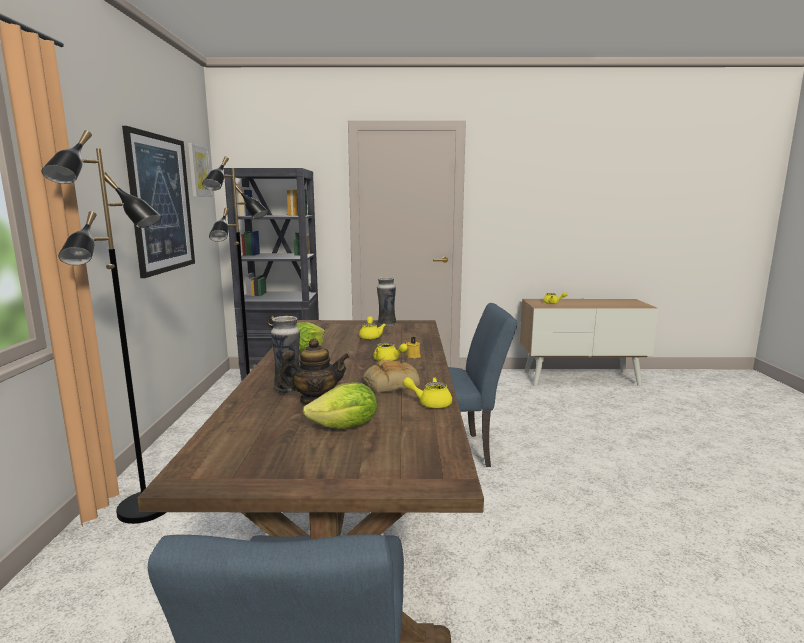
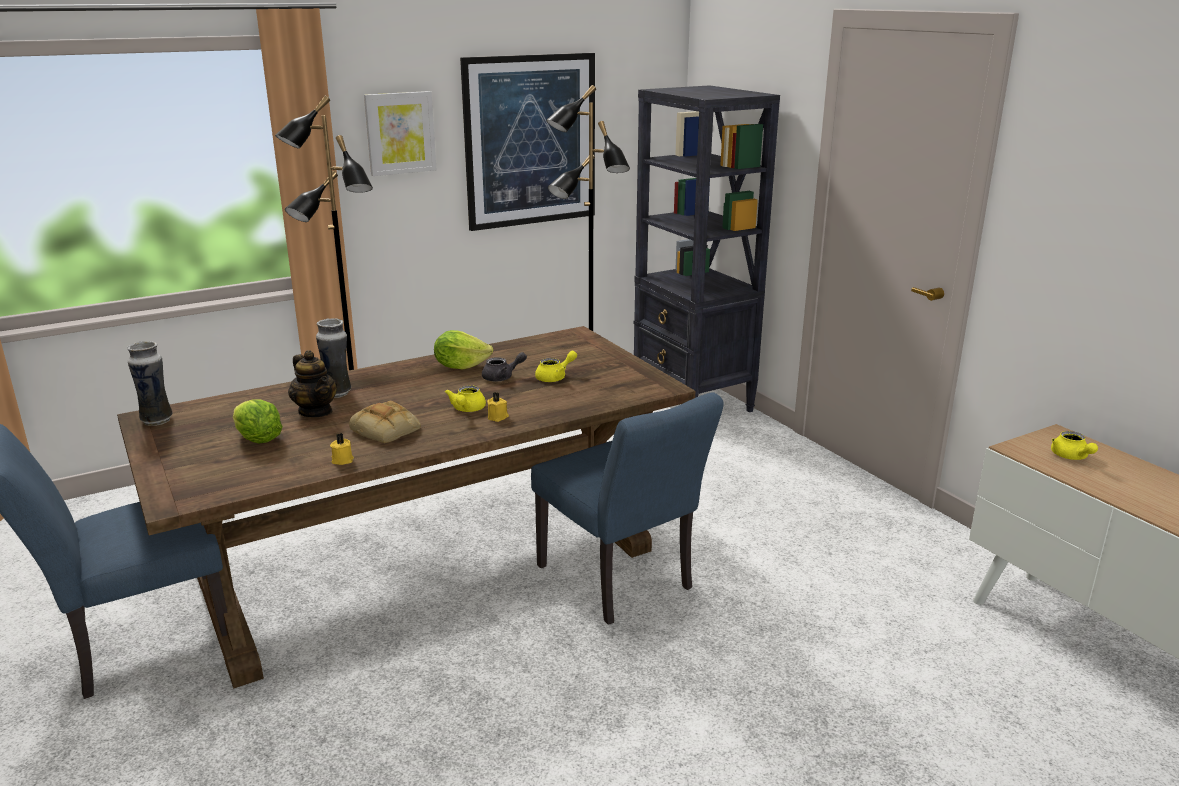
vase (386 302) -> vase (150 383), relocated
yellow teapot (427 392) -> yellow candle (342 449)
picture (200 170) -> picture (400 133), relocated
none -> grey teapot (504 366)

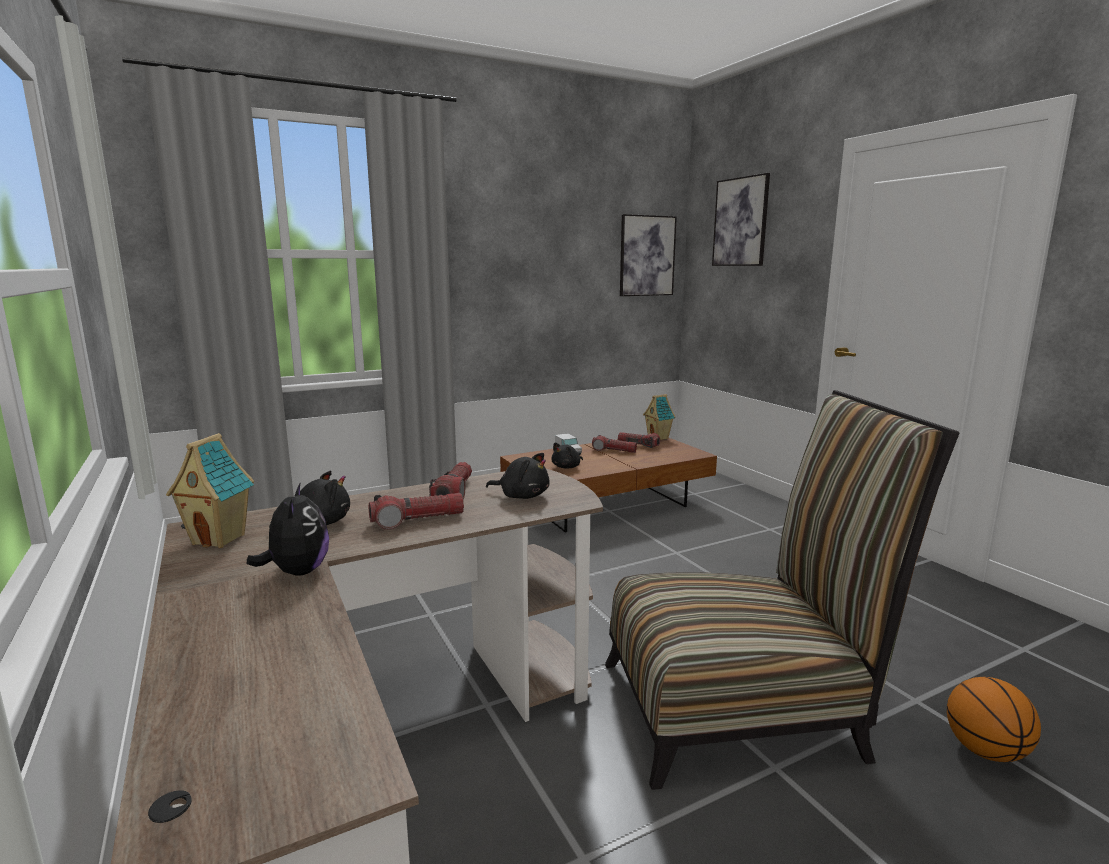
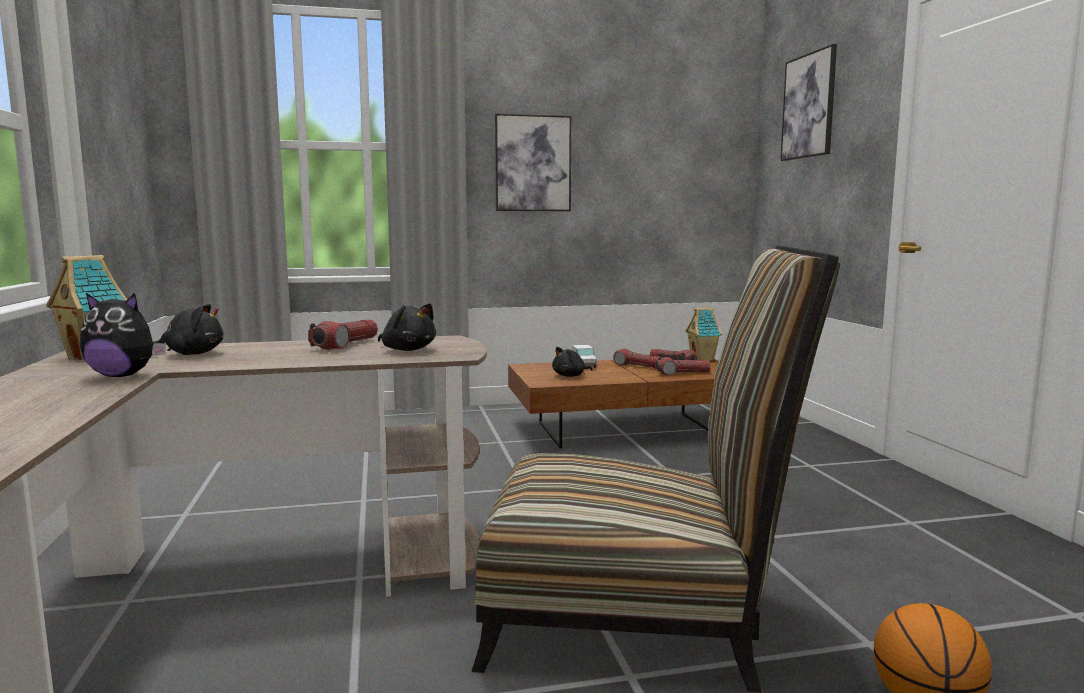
plush toy (288 530) -> plush toy (123 335), 90 degrees clockwise
picture (648 255) -> picture (533 162), relocated
flashlight (416 511) -> flashlight (683 366), relocated

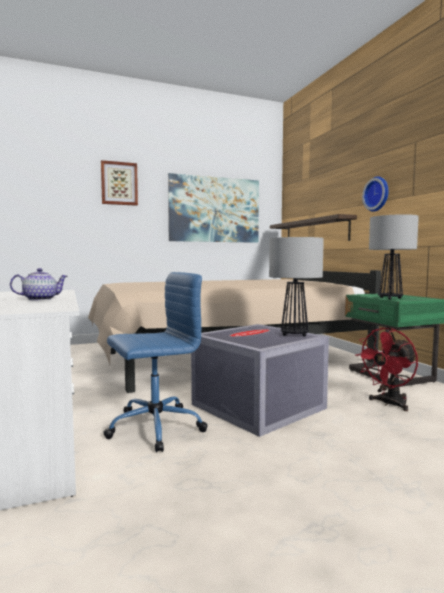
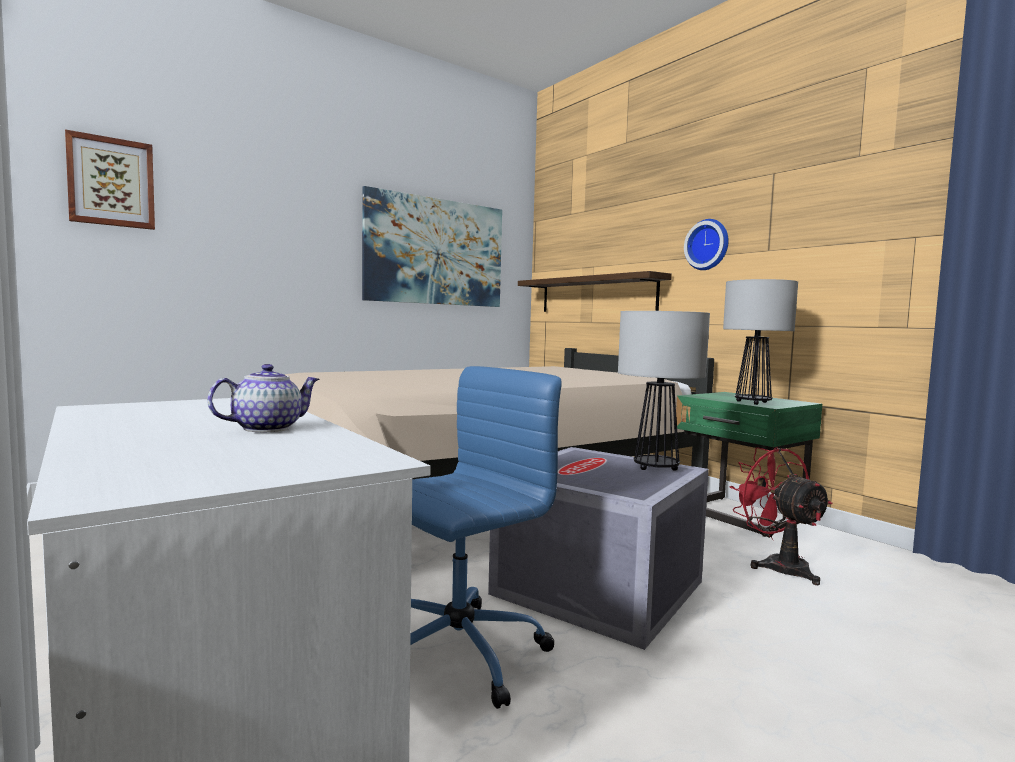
picture (119 183) -> picture (110 179), relocated
red fan (386 369) -> red fan (781 516), 120 degrees clockwise

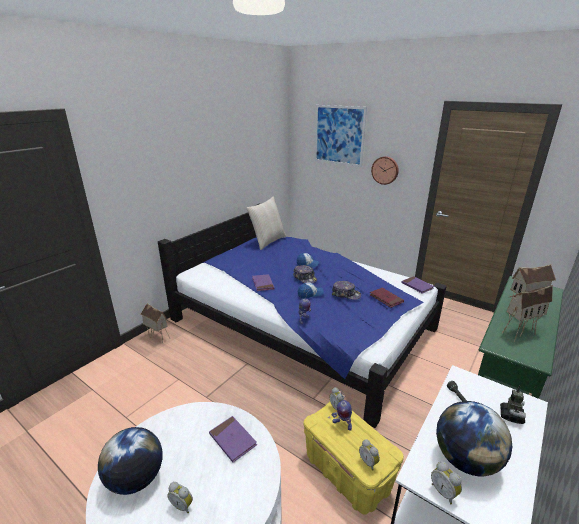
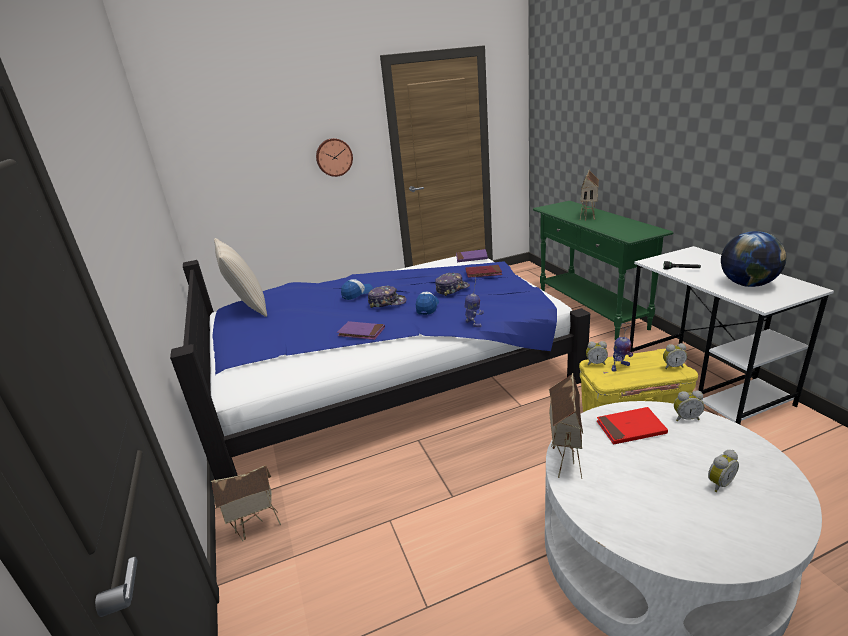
toy house (527 313) -> toy house (566 426), relocated
purple book (233 439) -> red book (632 426)
alarm clock (446 482) -> alarm clock (689 405), relocated
globe (130 461) -> none
picture (341 136) -> none
toy robot (513 405) -> none

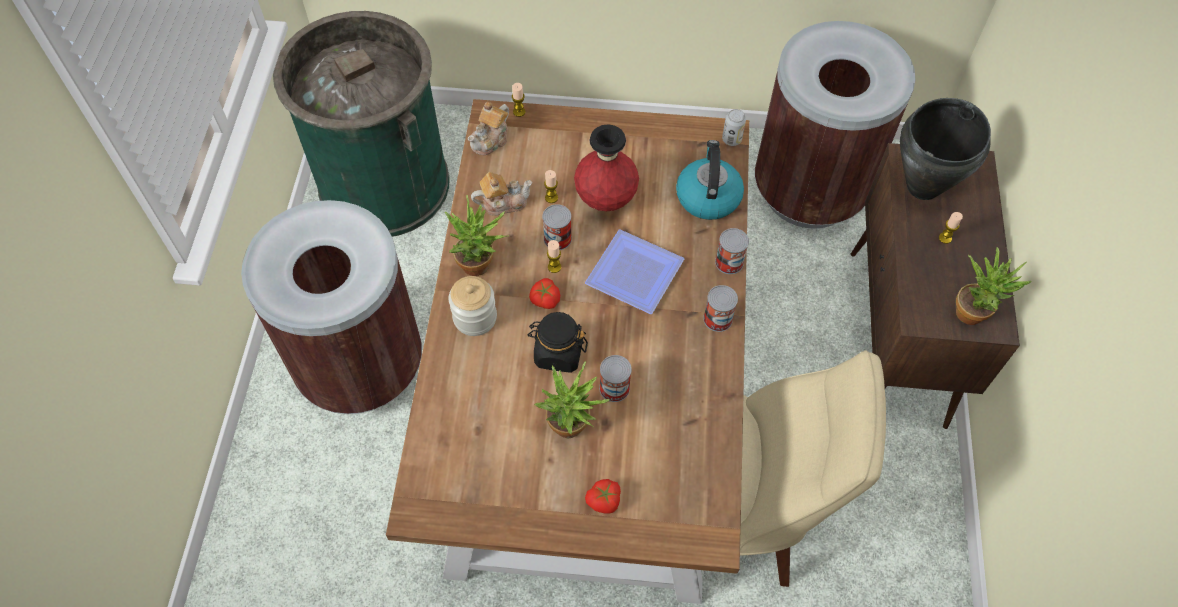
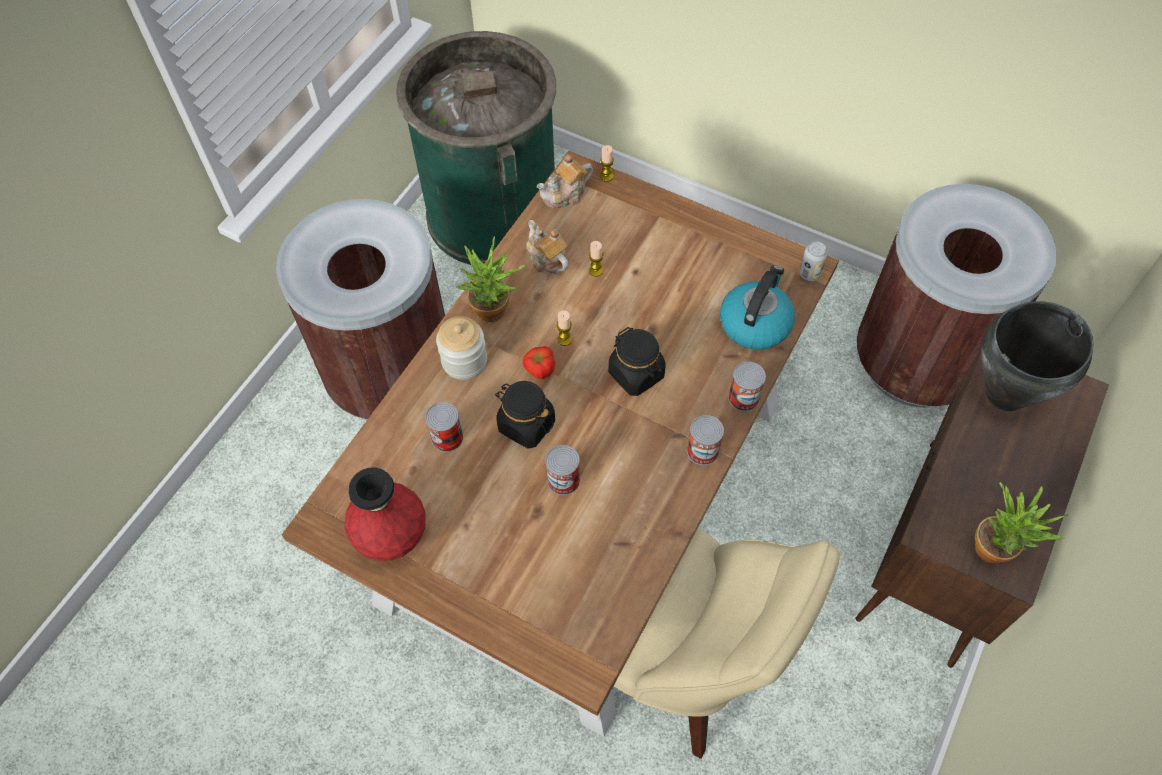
red vase (606 167) -> red vase (385 514), relocated
can (557 227) -> can (444 427), relocated
teapot (502 194) -> teapot (547 247), 135 degrees counterclockwise
plate (634 271) -> black jar (637 361)
potted plant (572 399) -> none
tomato (603 496) -> none
candle (951 228) -> none

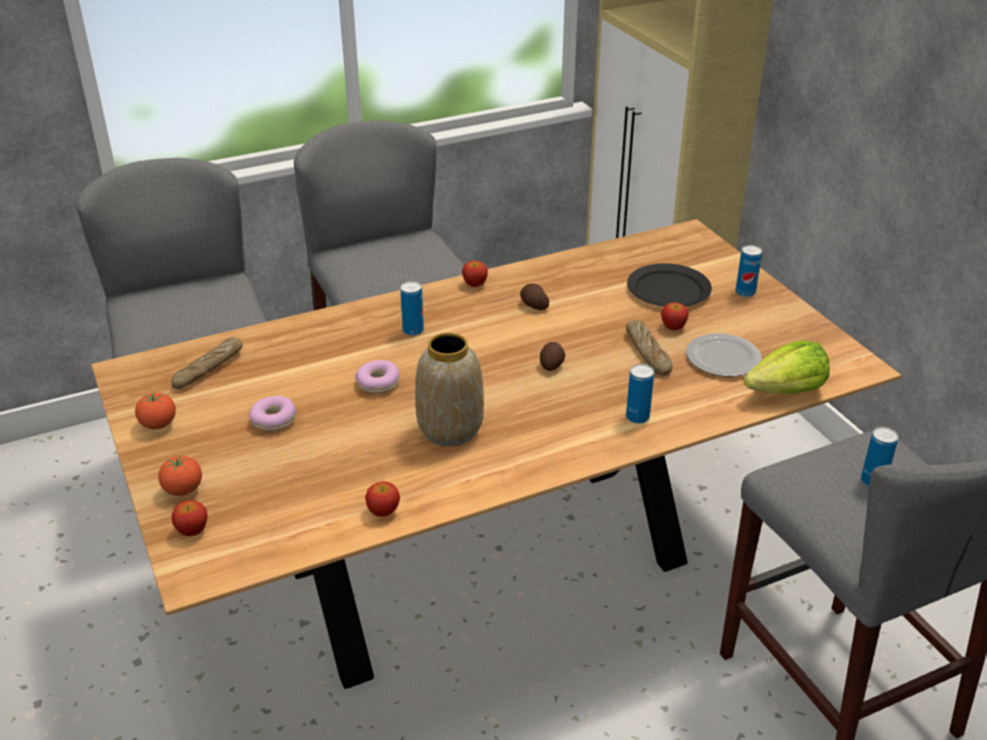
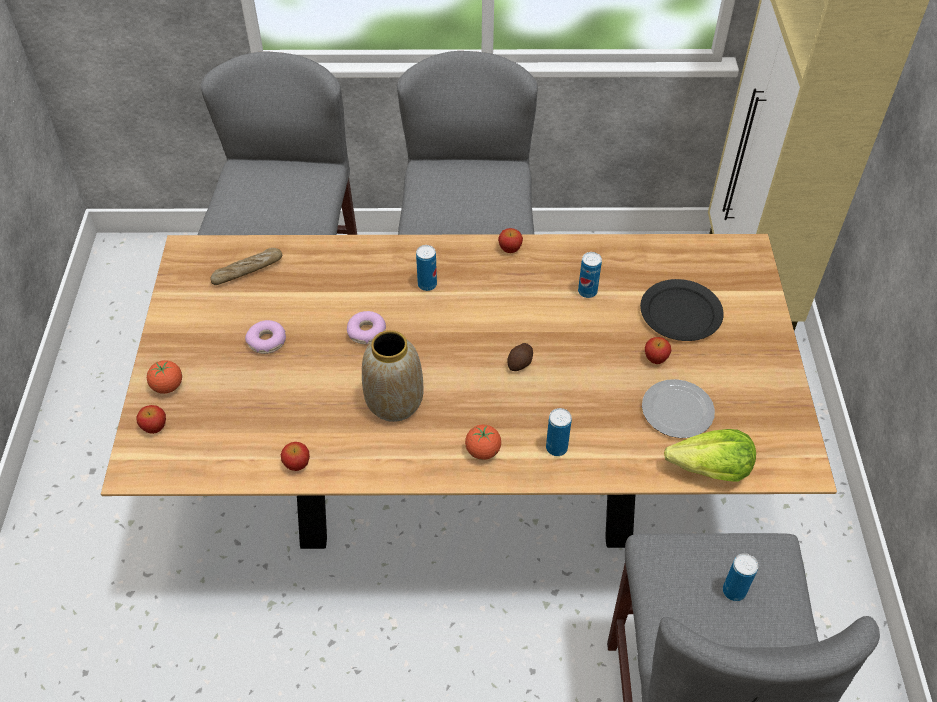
tomato (155 410) -> tomato (483 442), relocated
can (748 271) -> can (590 275), relocated
potato (534 297) -> none
bread (649 348) -> none

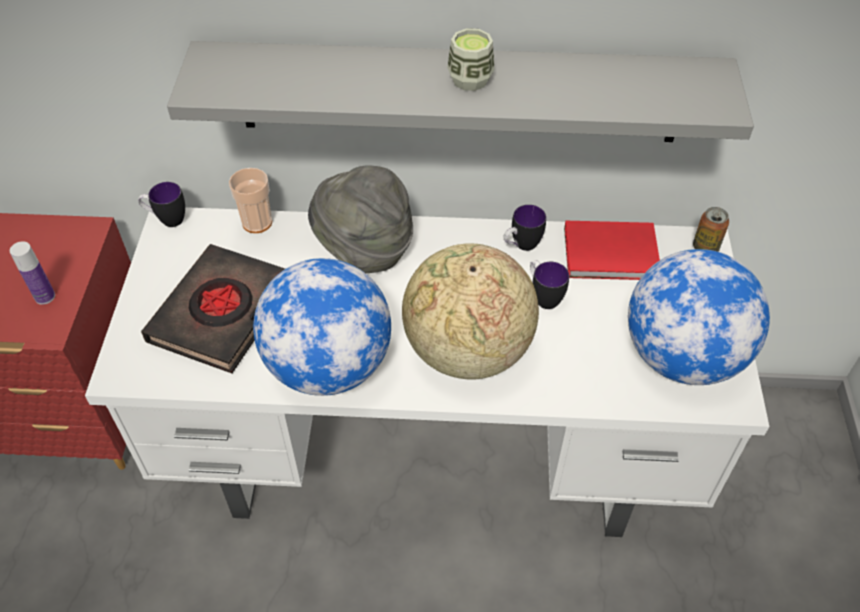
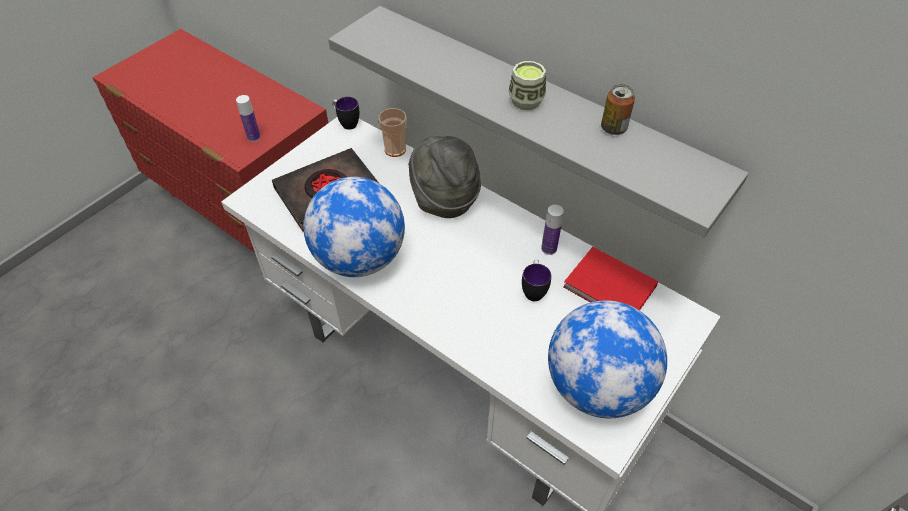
mug (524 228) -> bottle (552 230)
can (711 229) -> can (618 109), relocated
globe (470 311) -> none

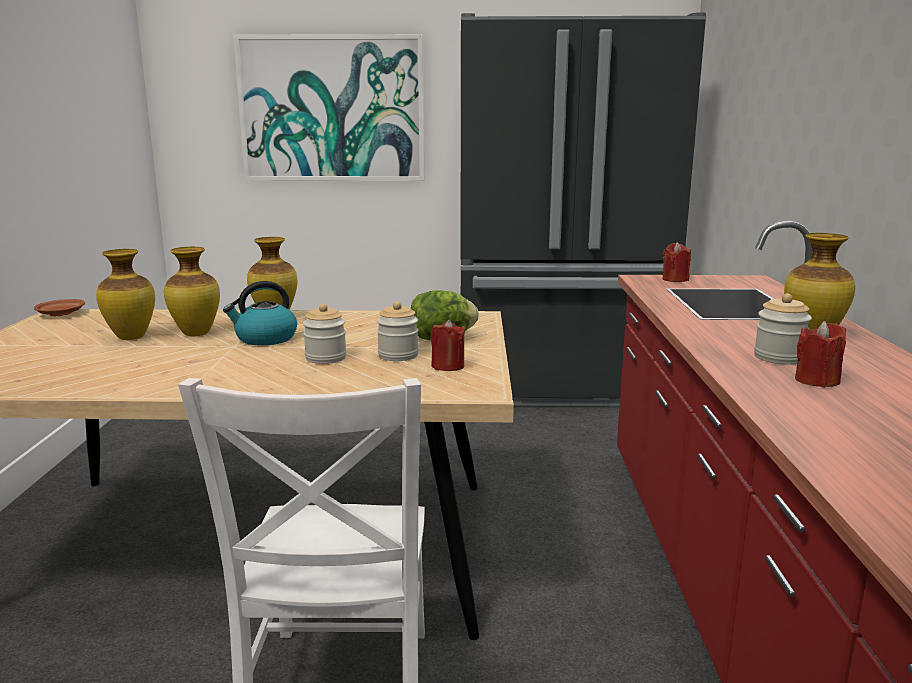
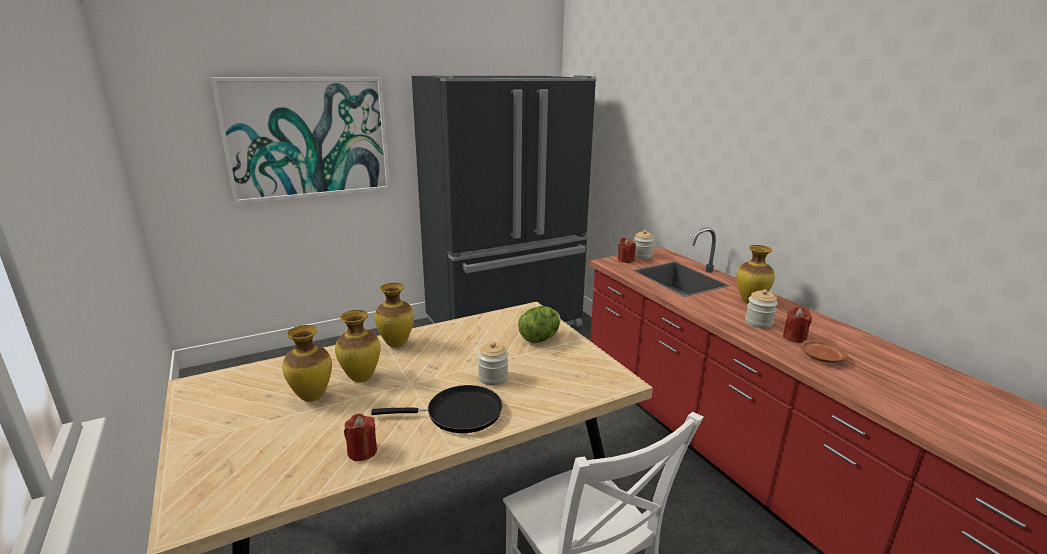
red candle (448 345) -> red candle (360 437), relocated
none -> black frying pan (437 409)
jar (398 331) -> jar (644 244), relocated
brown plate (59 307) -> brown plate (824 351), relocated
kettle (260 313) -> none

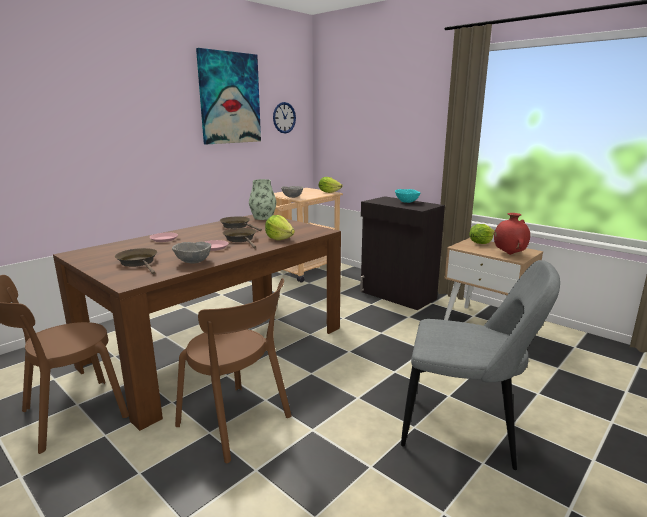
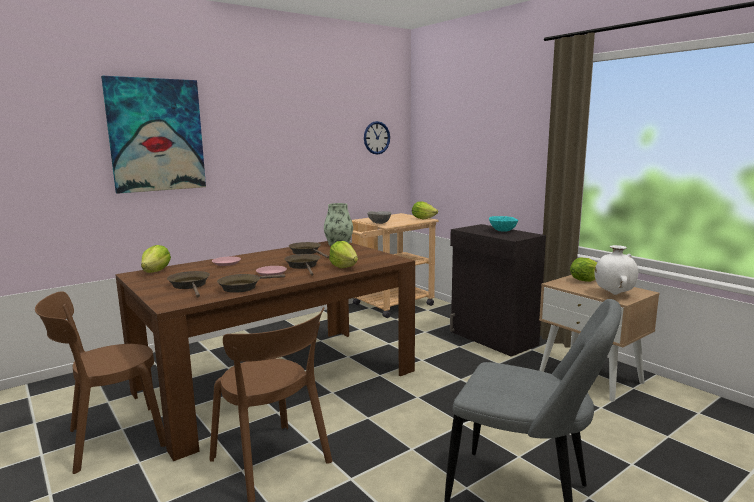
picture (228 96) -> picture (153 135), relocated
none -> lettuce (156 259)
grey bowl (191 253) -> brown frying pan (251 283)
red vase (512 234) -> white vase (616 270)

